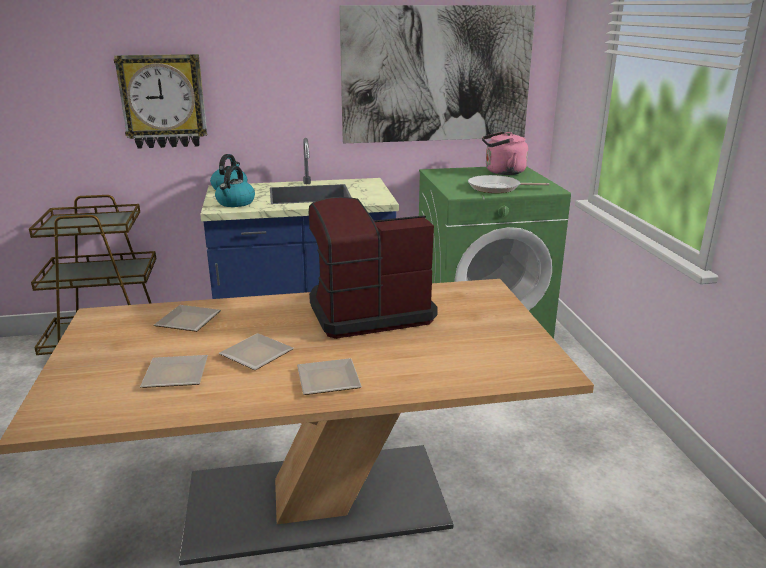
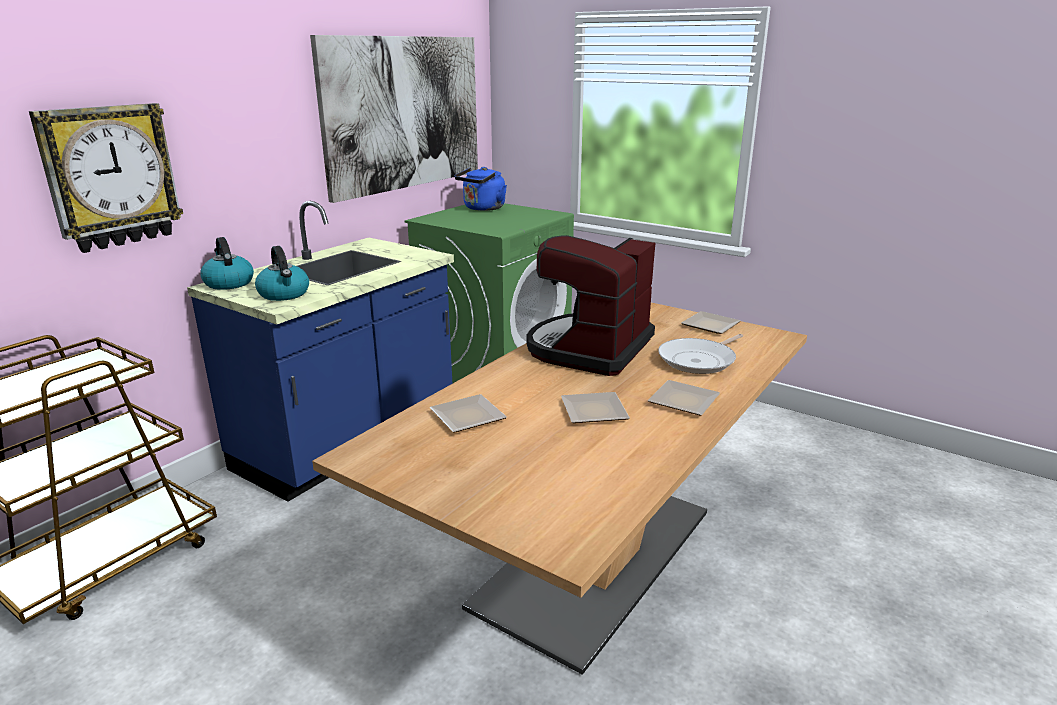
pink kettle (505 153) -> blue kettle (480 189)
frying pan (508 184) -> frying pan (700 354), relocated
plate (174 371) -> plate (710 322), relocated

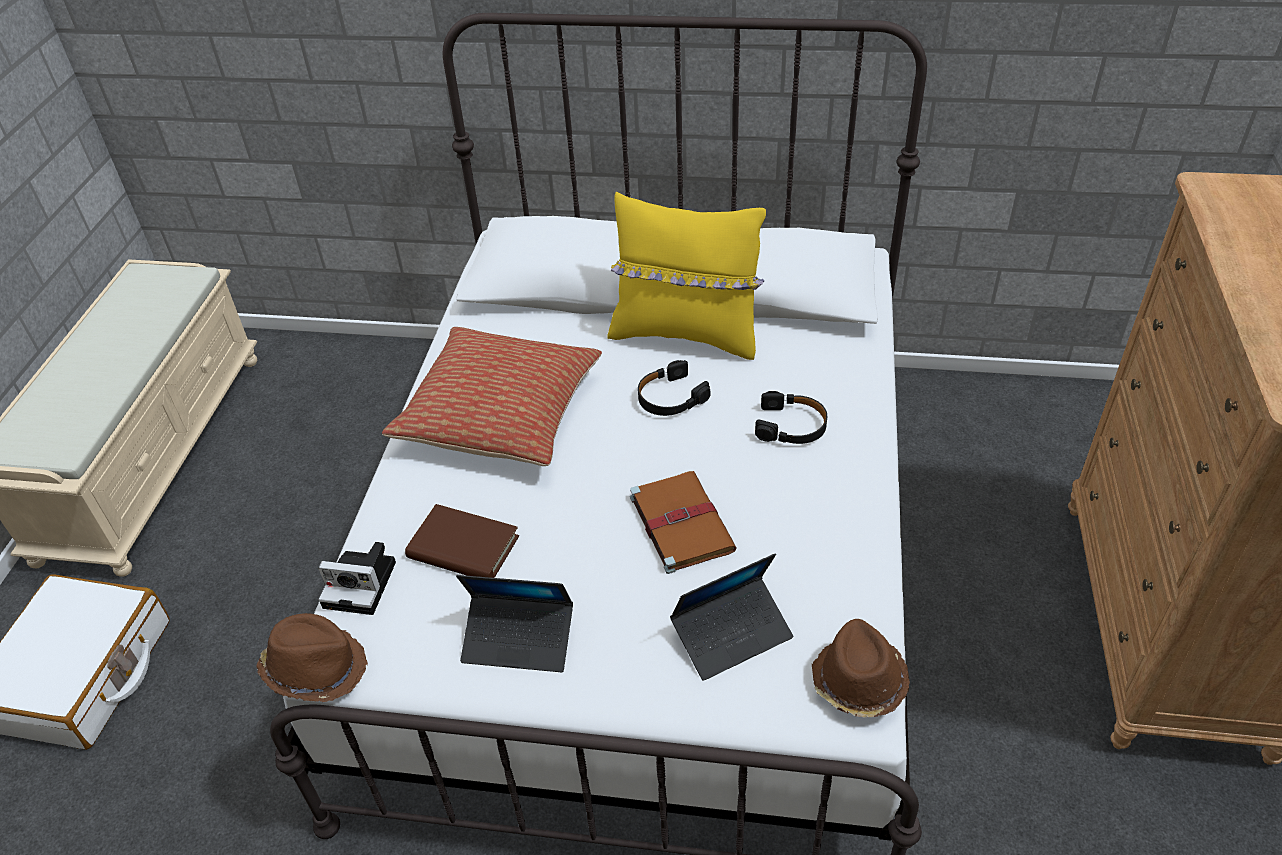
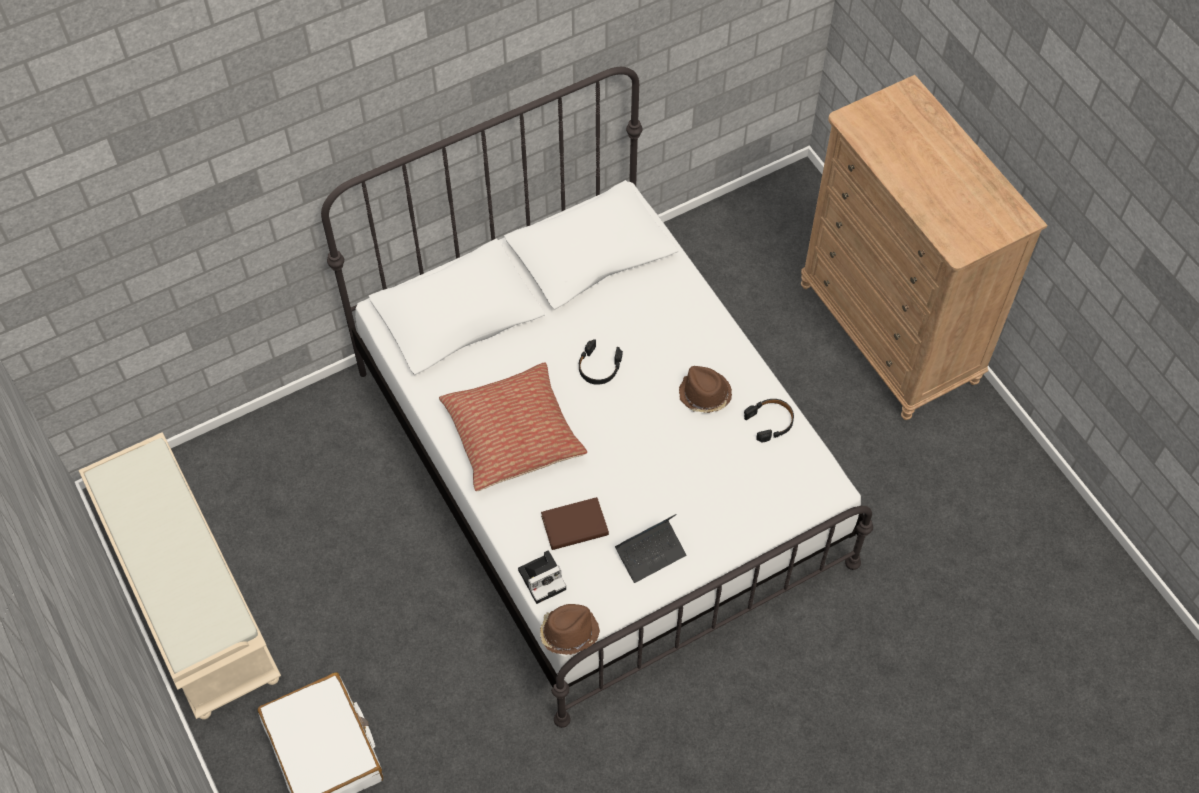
brown hat (861 668) -> brown hat (705 389), relocated
black headphones (791 417) -> black headphones (769 420), relocated
yellow pillow (686 276) -> none
brown book (683 522) -> none
laptop (731 617) -> none

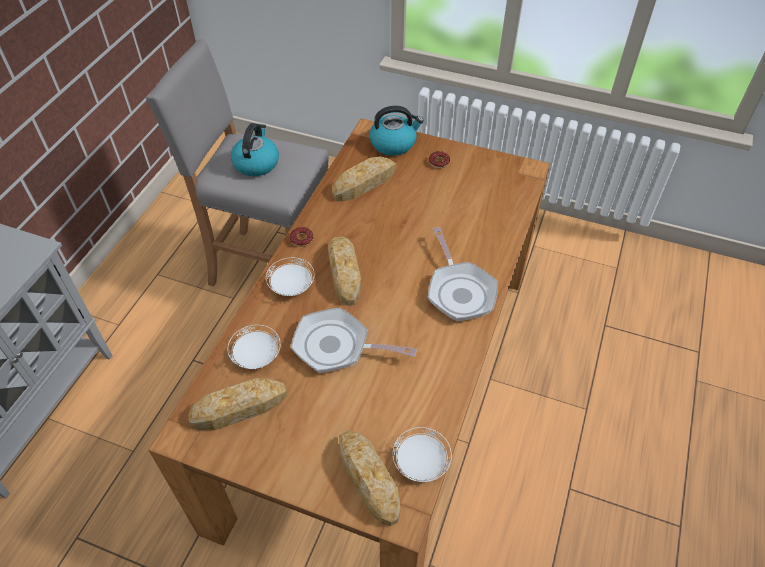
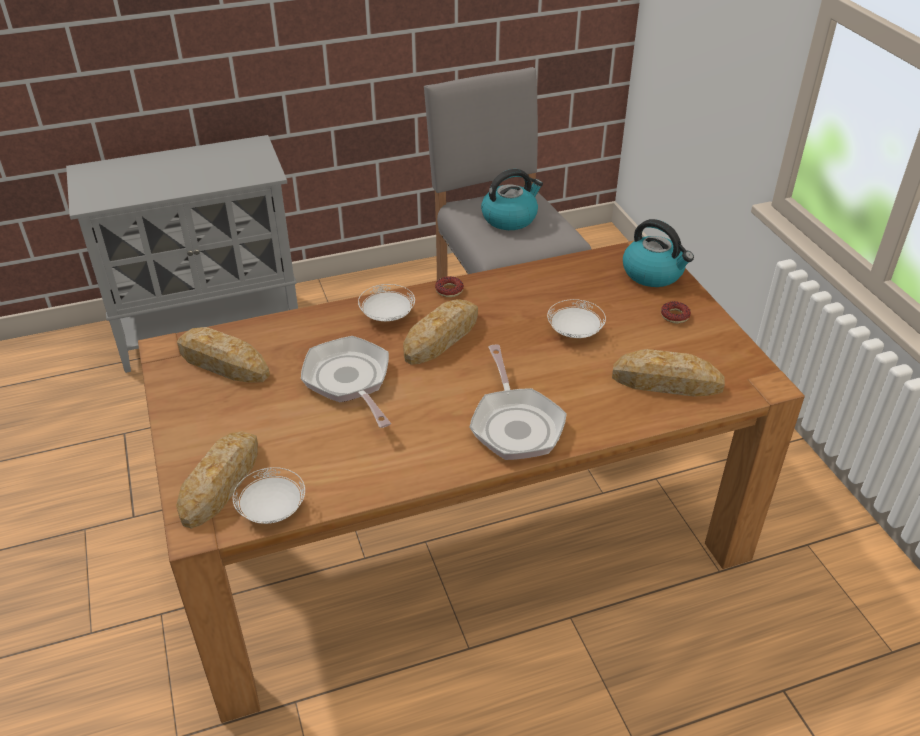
frying pan (463 274) -> frying pan (518 402), 45 degrees counterclockwise
white plate (254 347) -> white plate (576 318), relocated
bread (364 178) -> bread (668 373), relocated

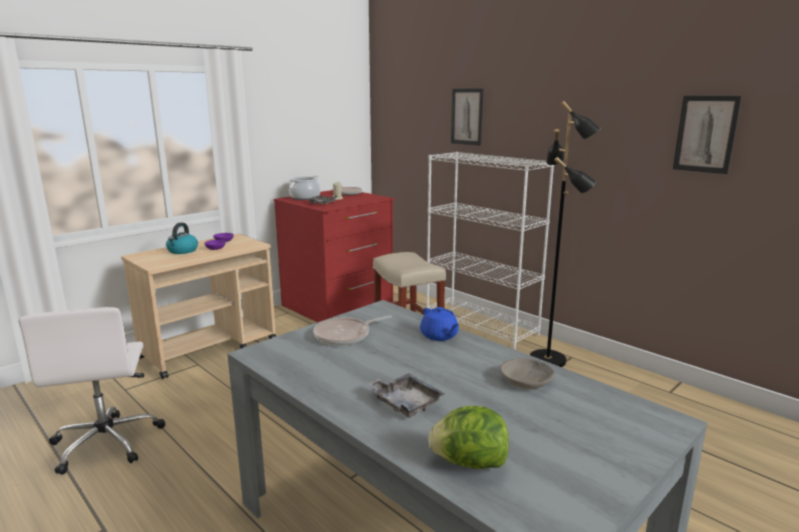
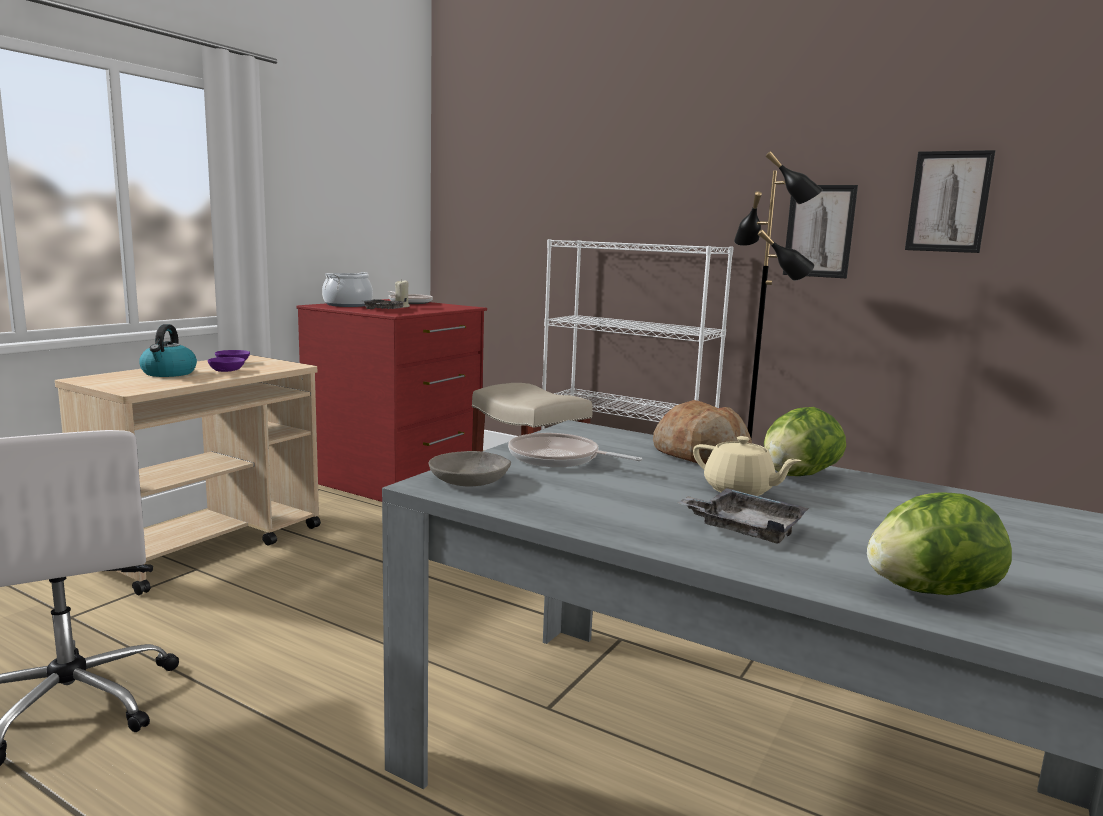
grey bowl (527 373) -> grey bowl (470 469), relocated
frying pan (352 330) -> frying pan (575 450), 75 degrees clockwise
blue teapot (439 324) -> bread (702 432)
none -> beige teapot (747 466)
none -> lettuce (805 441)
picture (467 117) -> picture (820 231), relocated

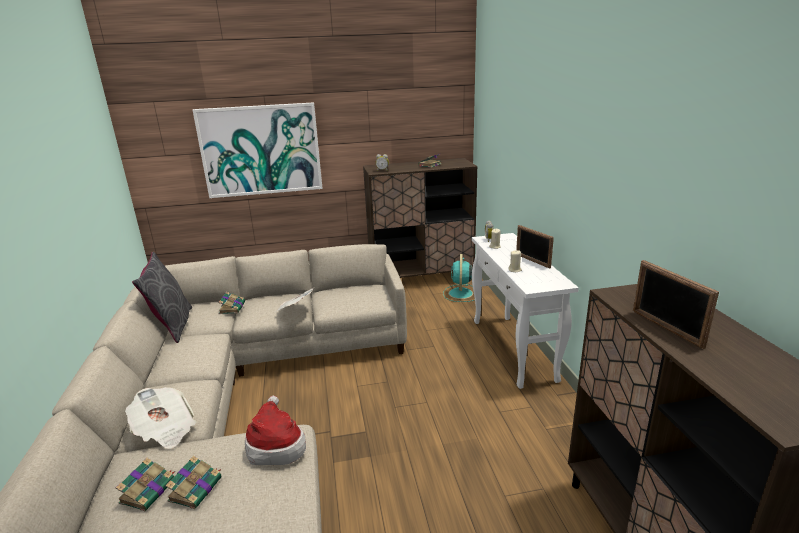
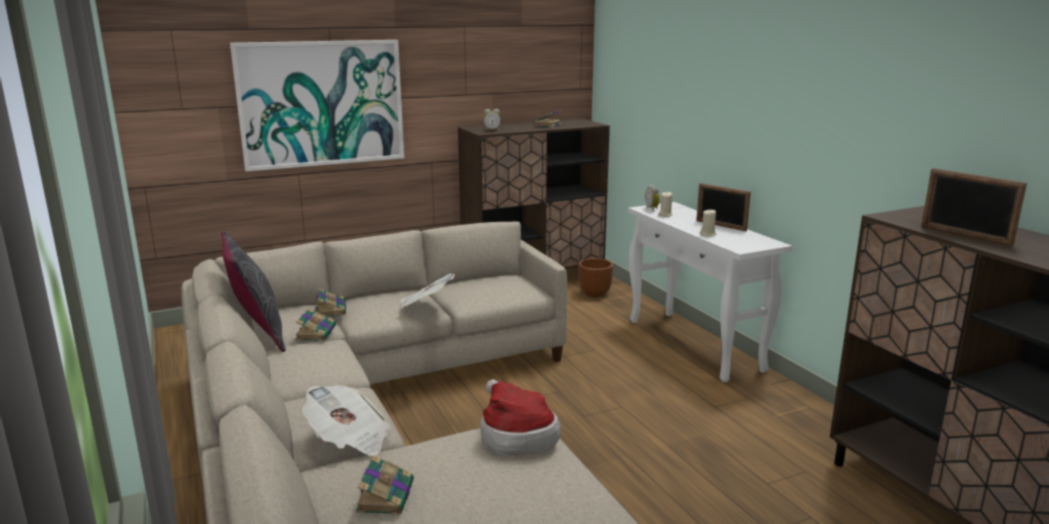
book (193 482) -> book (315 324), relocated
turquoise fan (458 278) -> brown planter (595 277)

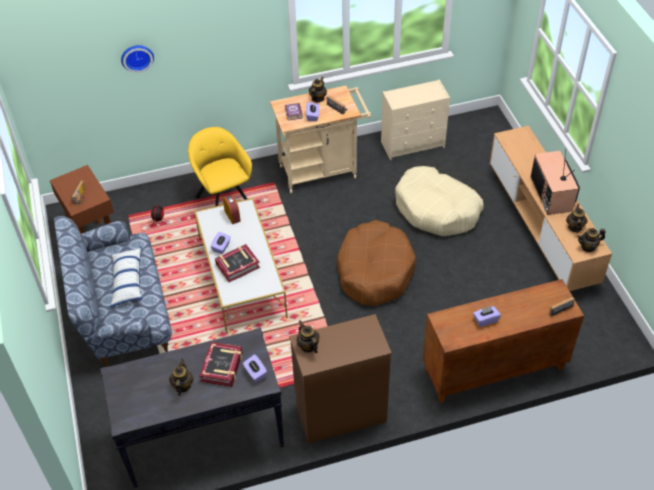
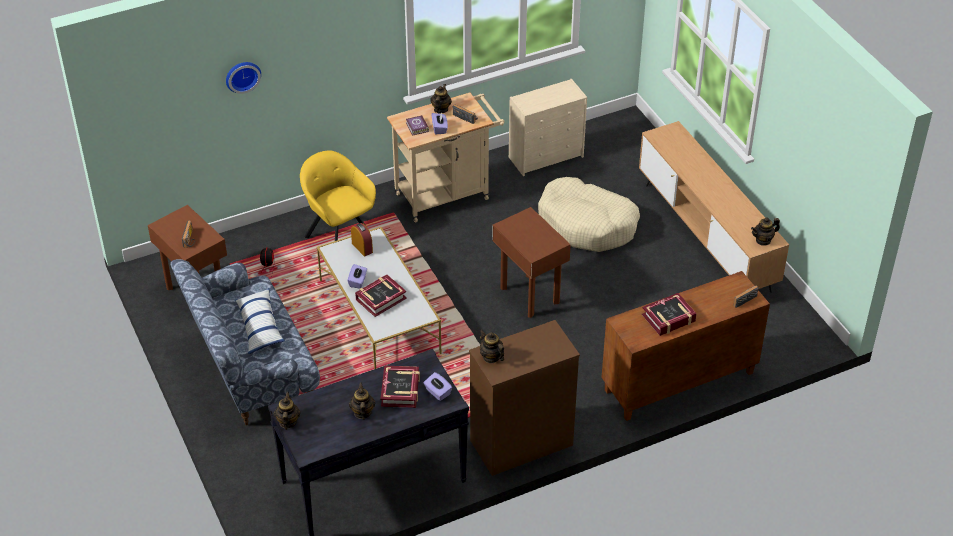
teapot (577 218) -> teapot (287 411), relocated
brown dog bed (376 263) -> brown side table (531 262)
purple tissue box (487 316) -> book (669 314)
television (555 182) -> none

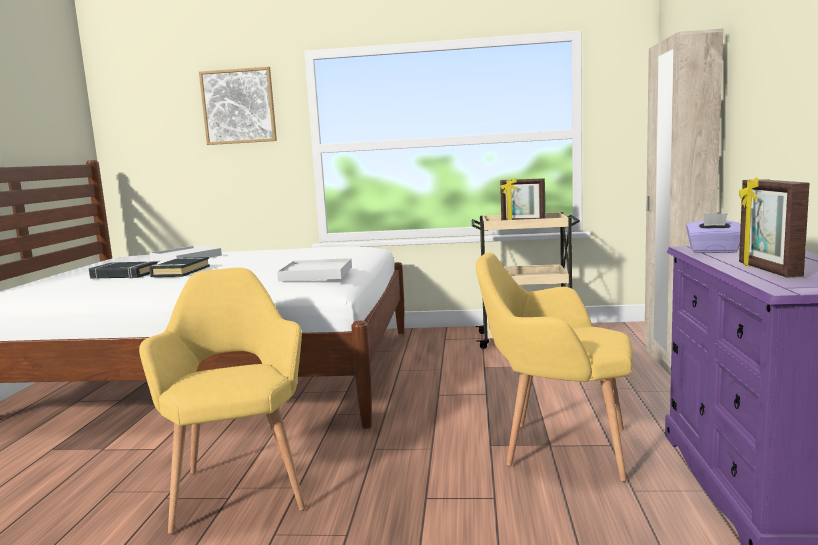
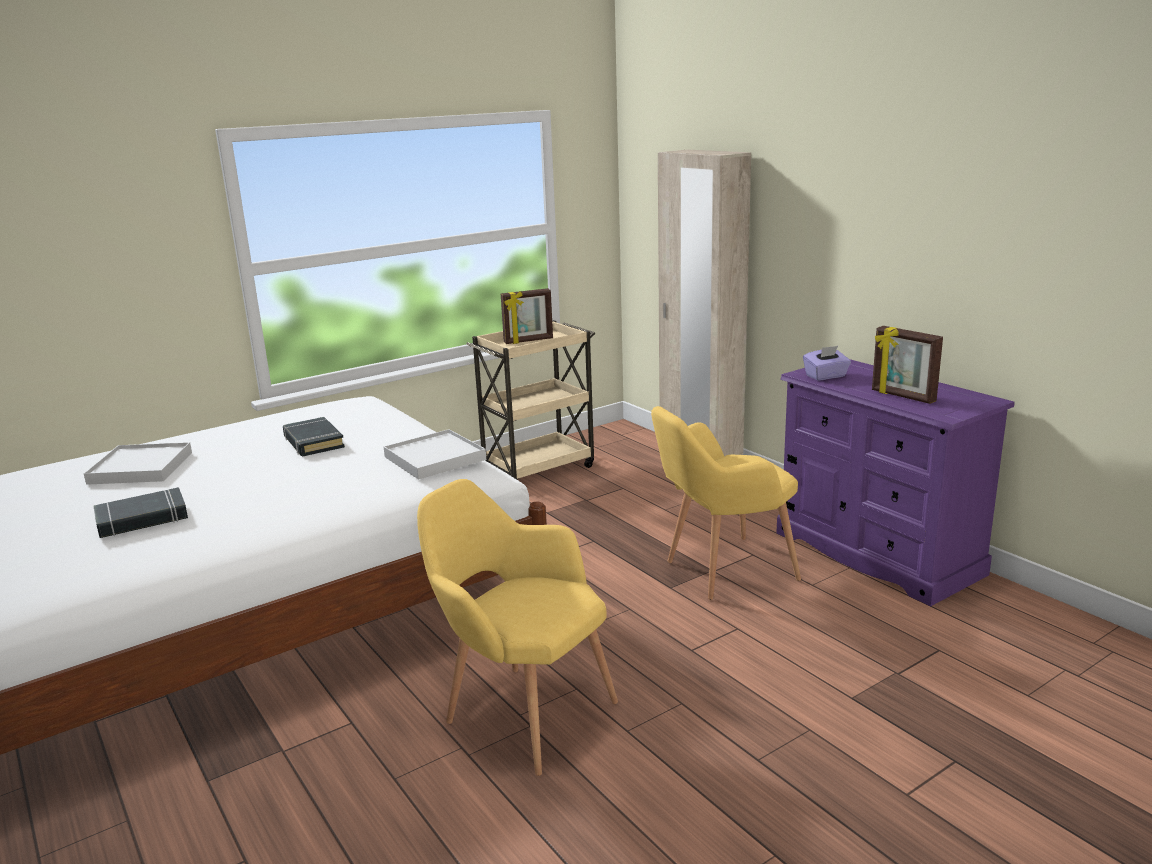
black book (179 267) -> black book (314 436), relocated
picture (238 106) -> none

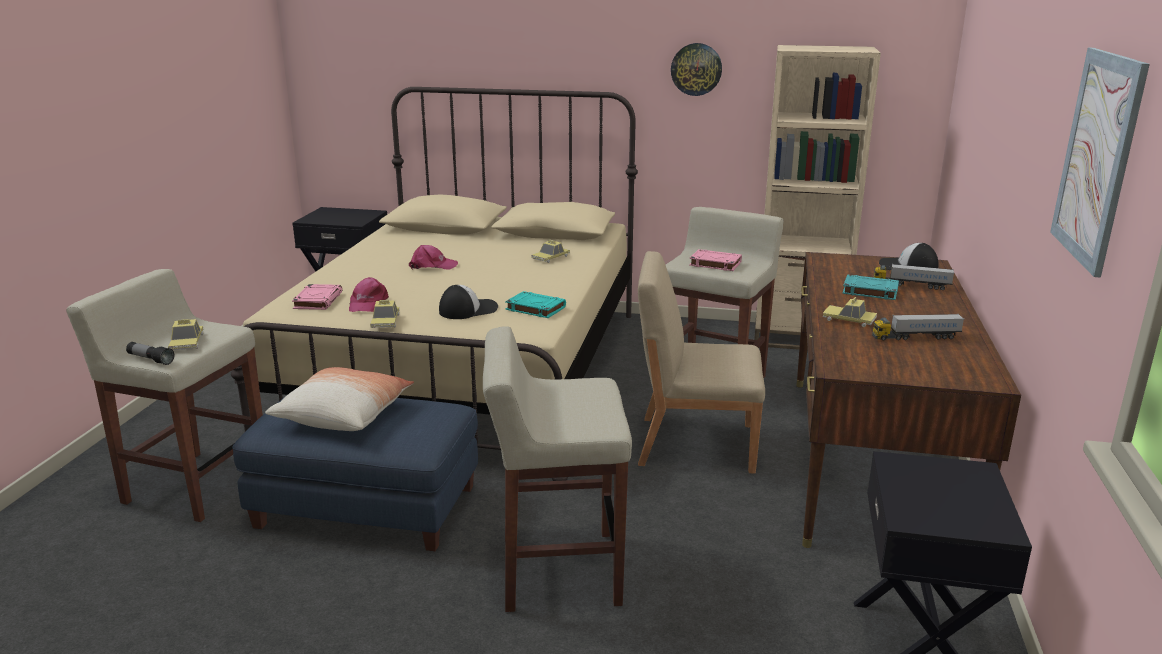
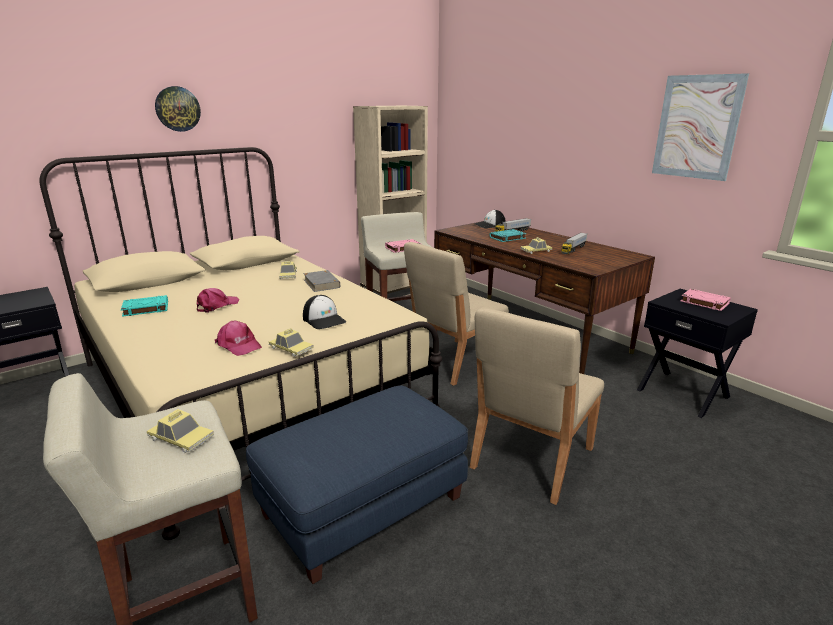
turquoise book (535 304) -> turquoise book (144 306), relocated
wall clock (696 69) -> wall clock (178 109), relocated
none -> grey book (321 281)
cap (468 302) -> cap (324 312), 135 degrees clockwise
beige stool (557 469) -> beige chair (537 406)
pink book (317 297) -> pink book (706 300), relocated
flashlight (150 353) -> none
pillow (339 399) -> none

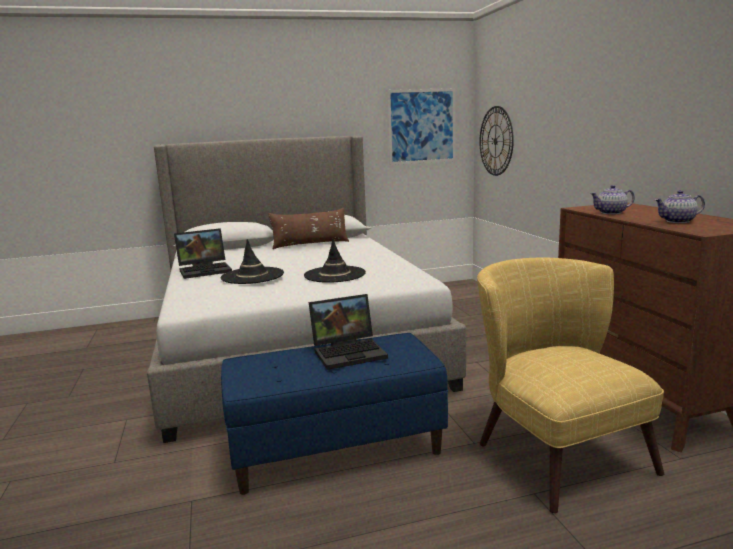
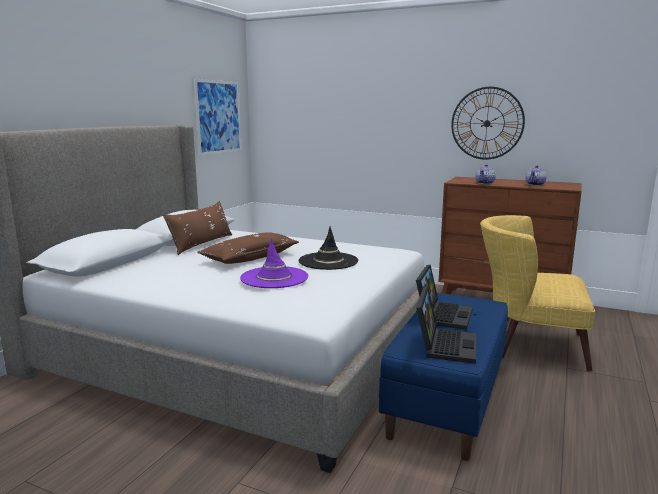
none -> brown pillow (248 248)
black hat (252 261) -> purple hat (274 263)
laptop (203 253) -> laptop (446 325), relocated
wall clock (497 141) -> wall clock (488 123), relocated

